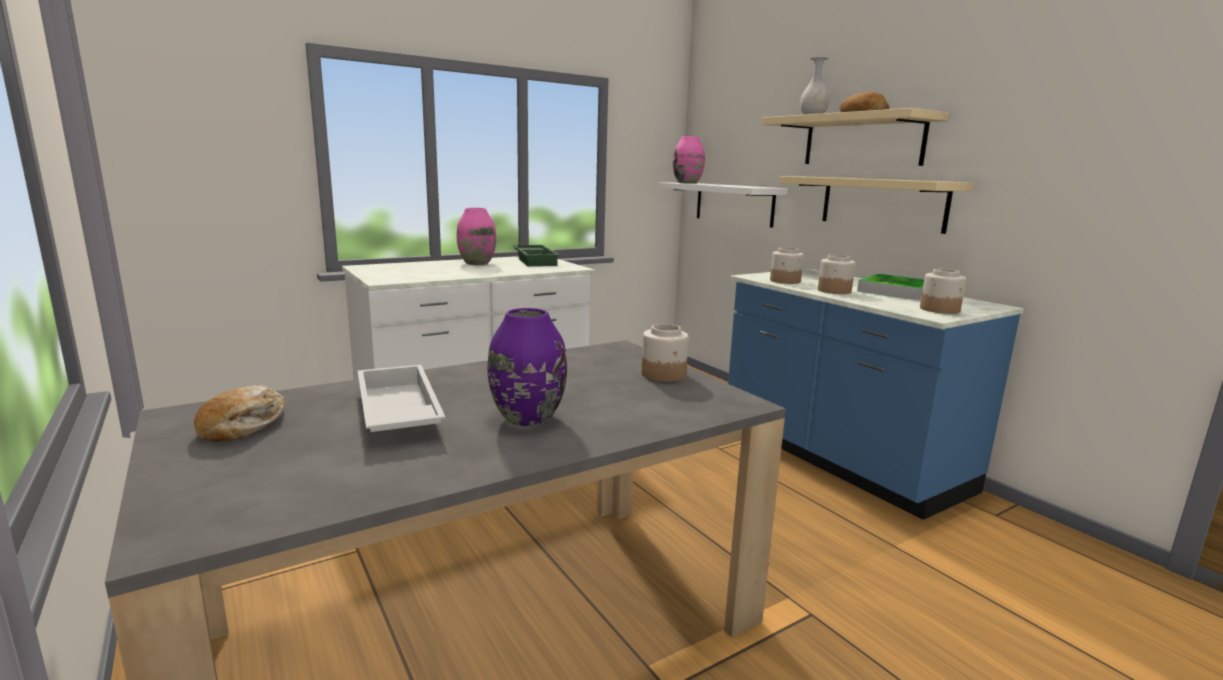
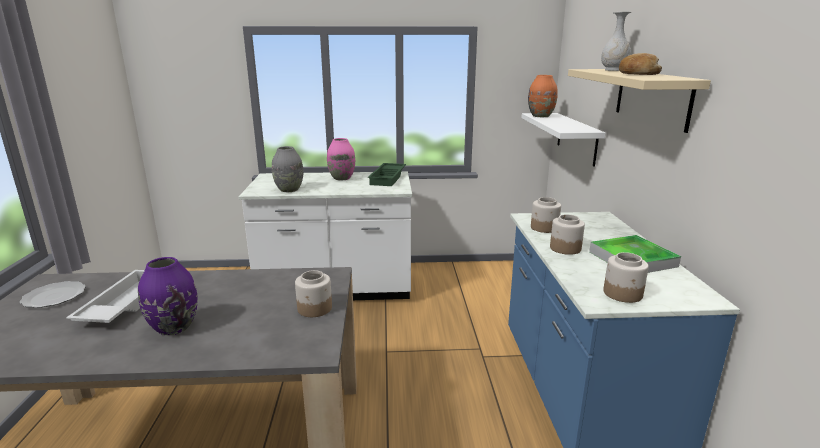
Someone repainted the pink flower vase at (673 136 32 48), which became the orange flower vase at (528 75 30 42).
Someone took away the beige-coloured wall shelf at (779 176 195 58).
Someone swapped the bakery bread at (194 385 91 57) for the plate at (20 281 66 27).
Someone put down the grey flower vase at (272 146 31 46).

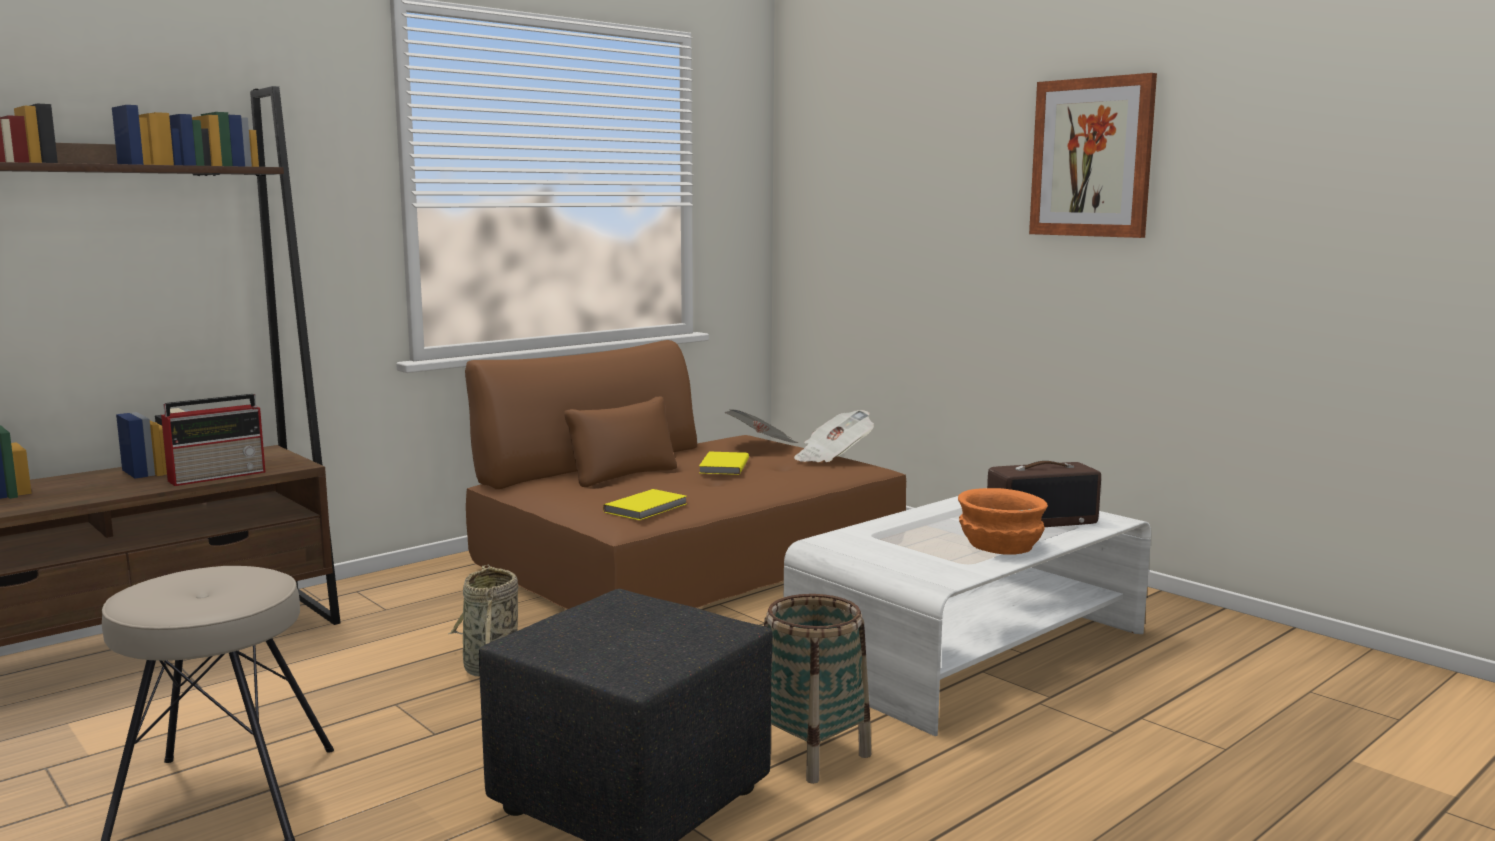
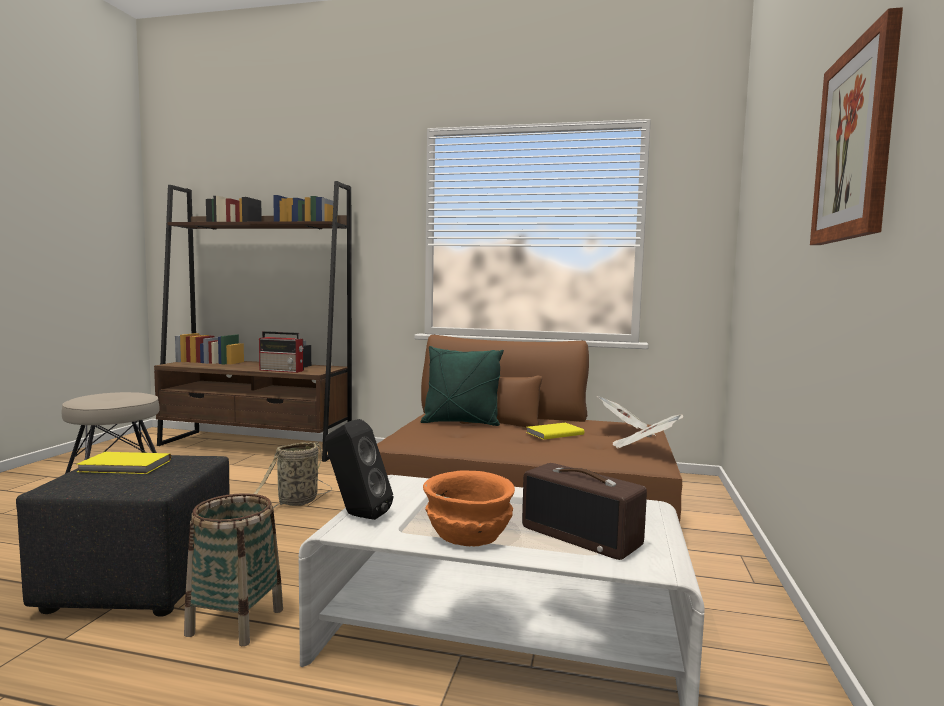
Someone carried the yellowish book from (603 489 84 31) to (77 452 94 22).
Someone put down the green-coloured throw pillow at (421 346 83 80).
Someone put down the blackish audio speaker at (325 419 68 101).

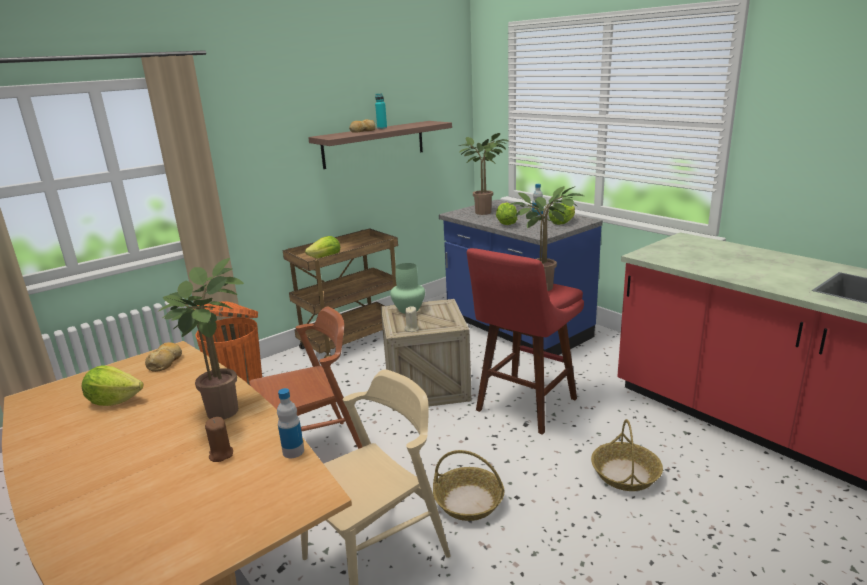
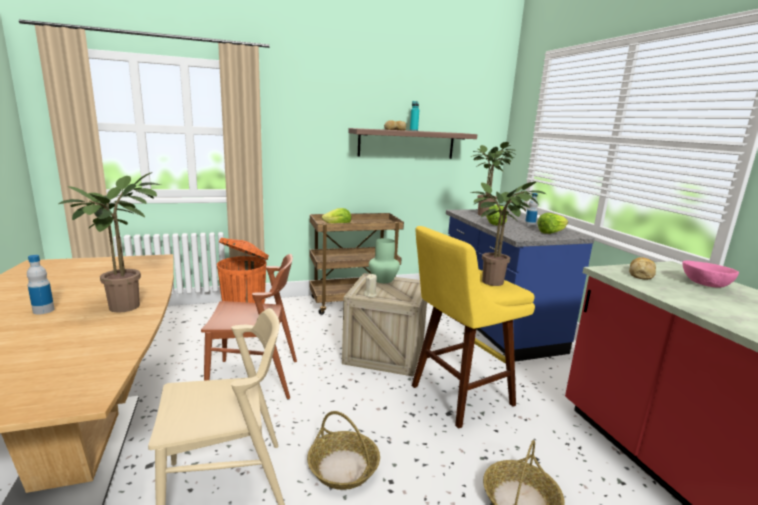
Someone repainted the red-coloured stool seat at (467 248 117 187), which became the yellowish stool seat at (412 226 123 203).
Someone carried the bakery bread from (145 342 37 30) to (629 257 27 23).
Someone took away the lettuce at (82 365 62 41).
Someone carried the beverage bottle from (277 388 27 70) to (27 255 28 59).
Someone took away the brownish candle at (205 417 28 45).
Someone put down the pink serving bowl at (682 261 57 27).

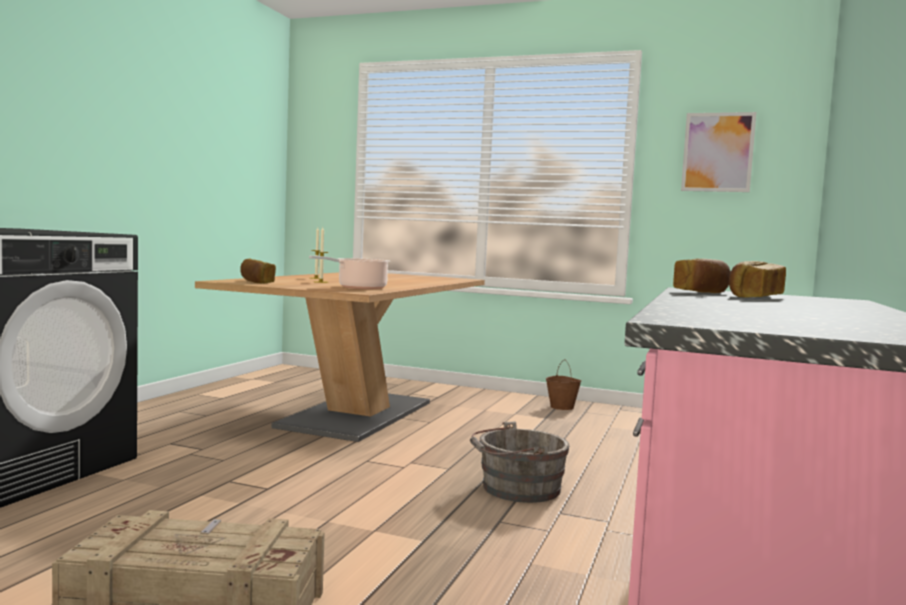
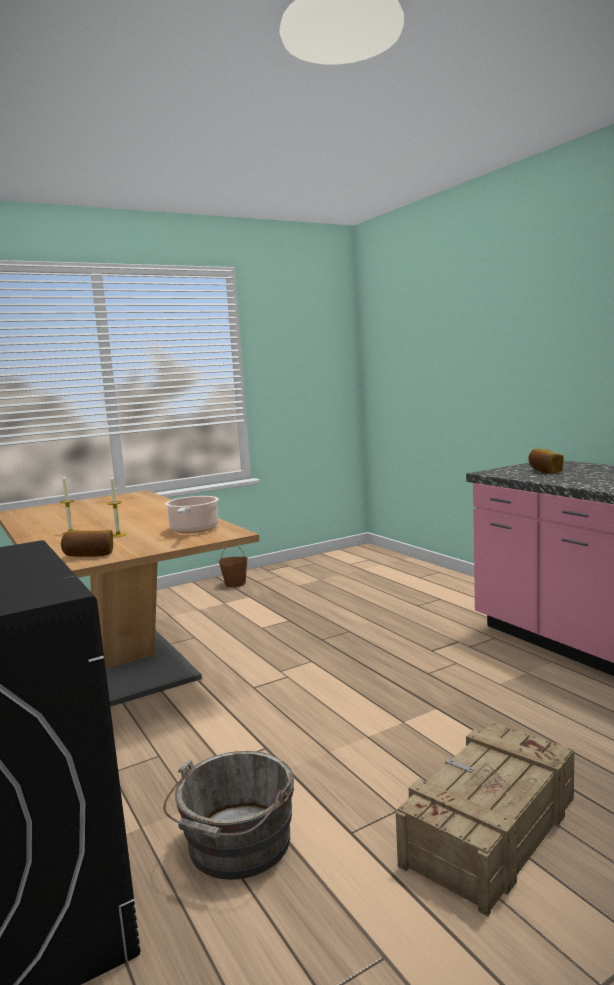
Someone took away the wall art at (681 112 75 80).
Someone took away the bakery bread at (673 259 57 34).
Someone carried the grey pail from (470 422 99 81) to (163 751 131 129).

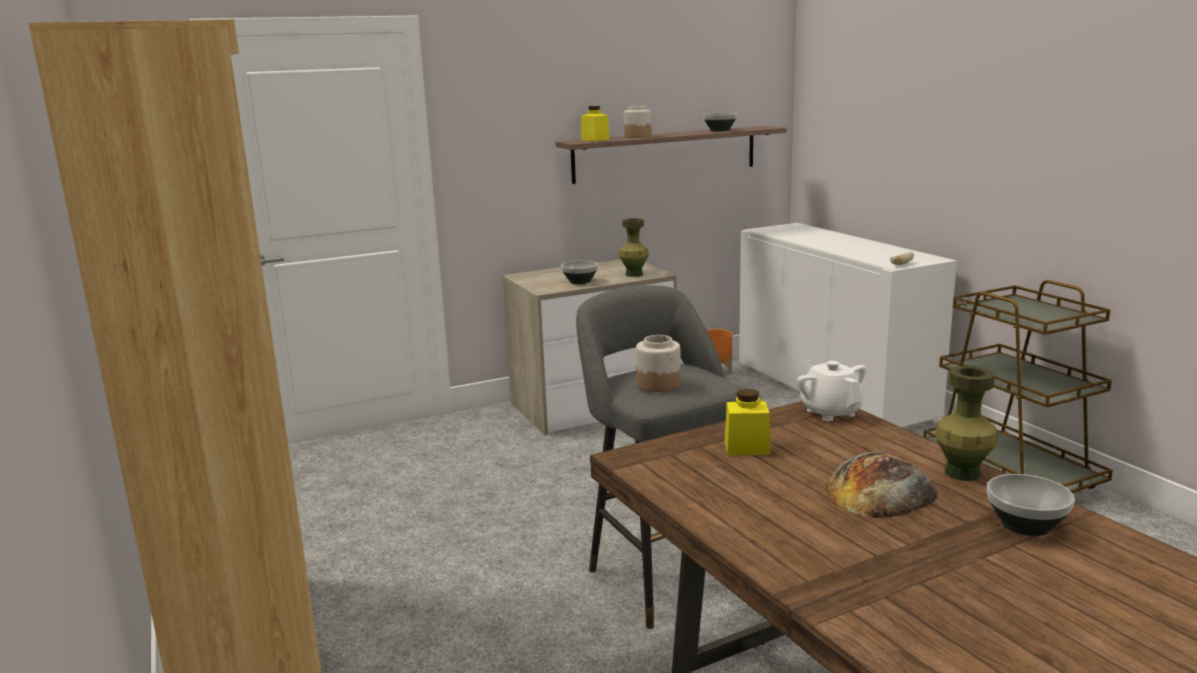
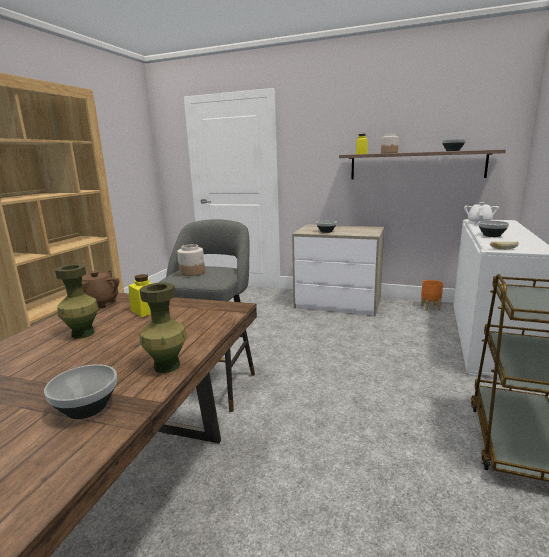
Someone carried the green-coloured flower vase from (619 218 30 59) to (55 264 43 75).
Someone carried the white pot for tea from (797 360 69 61) to (464 202 35 22).
Someone took away the bakery bread at (824 452 114 66).
Someone put down the serving bowl at (478 221 31 16).
Someone put down the brownish pot for tea at (82 271 37 37).

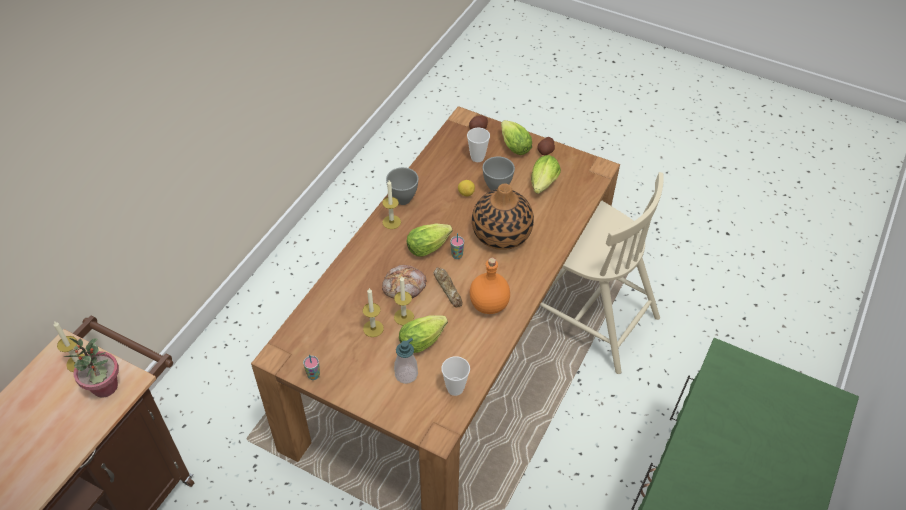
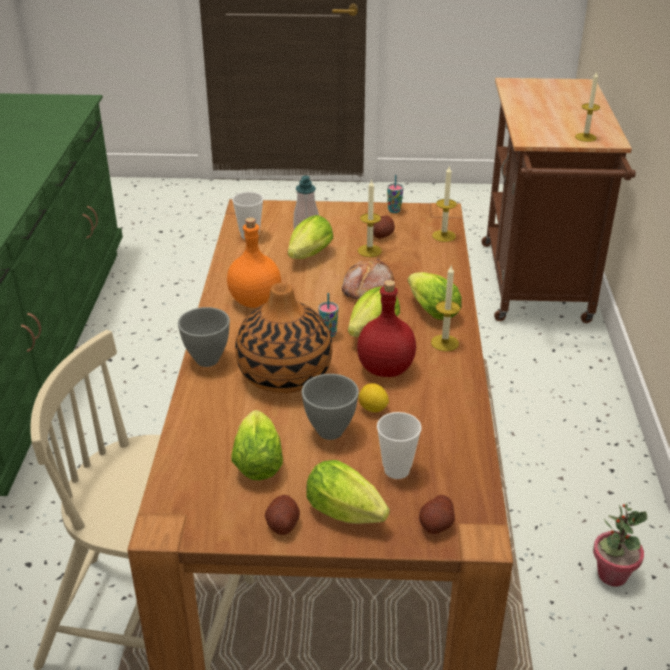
Someone carried the grey serving bowl from (386 167 33 38) to (178 307 52 60).
Someone took away the bakery bread at (433 267 30 41).
Someone carried the candle from (394 277 20 48) to (432 165 25 77).
Someone carried the houseplant from (64 338 55 60) to (593 504 54 82).
Someone put down the potato at (373 216 22 22).
Someone put down the lettuce at (408 272 54 48).
Someone put down the red-coloured beverage bottle at (357 280 59 97).

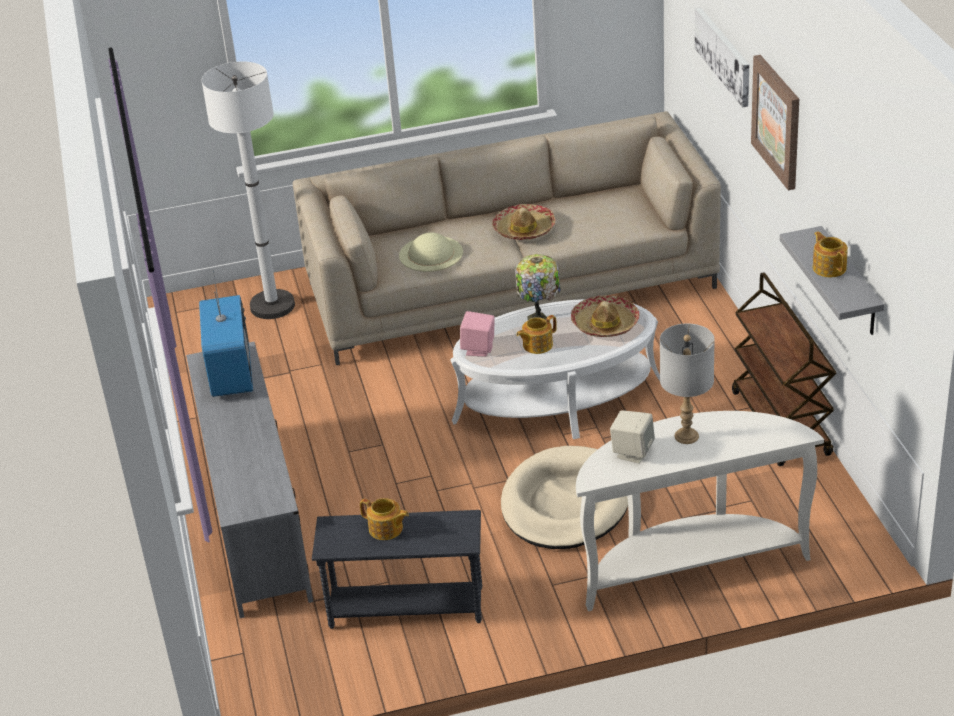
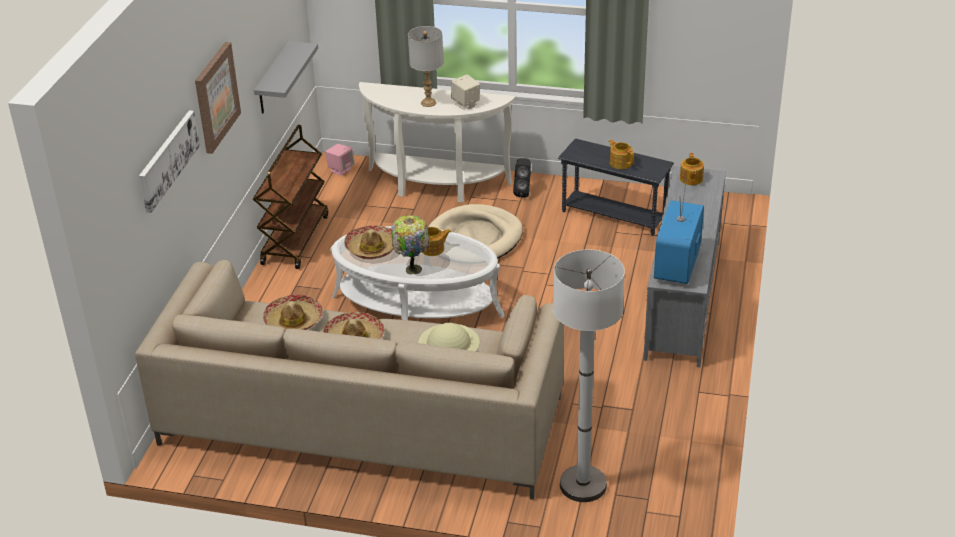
Someone carried the pot for tea from (813 231 35 46) to (680 153 24 32).
Someone carried the pink audio speaker from (460 311 35 46) to (325 144 30 32).
Someone put down the blackish audio speaker at (513 158 18 40).
Someone put down the hat at (263 295 60 35).

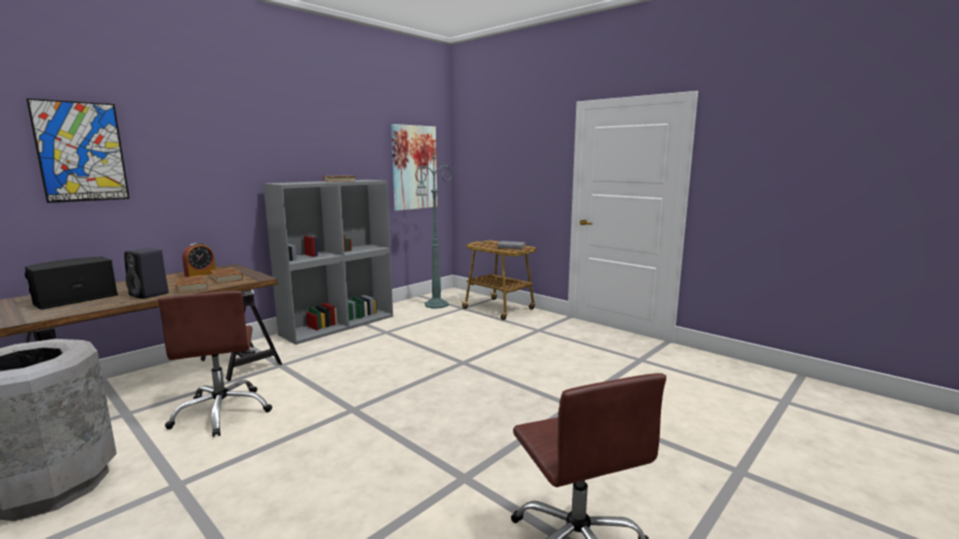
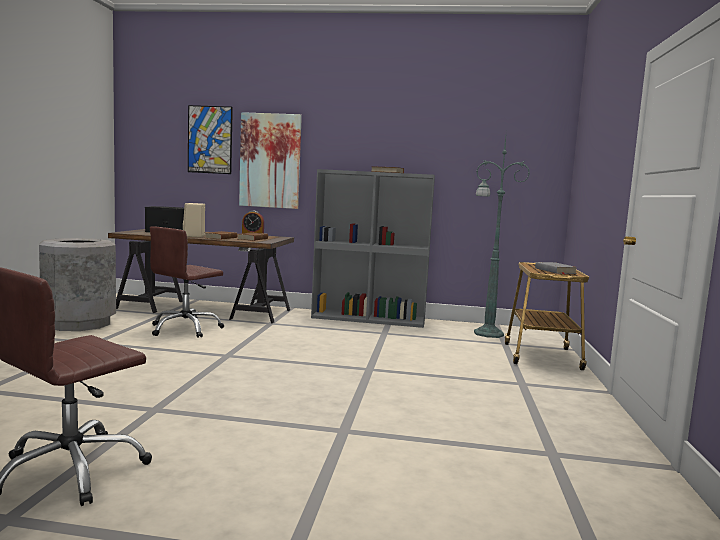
Someone carried the wall art from (391 124 46 87) to (239 112 63 97).
Someone repainted the blackish audio speaker at (124 248 45 51), which became the beige-coloured audio speaker at (183 203 22 34).

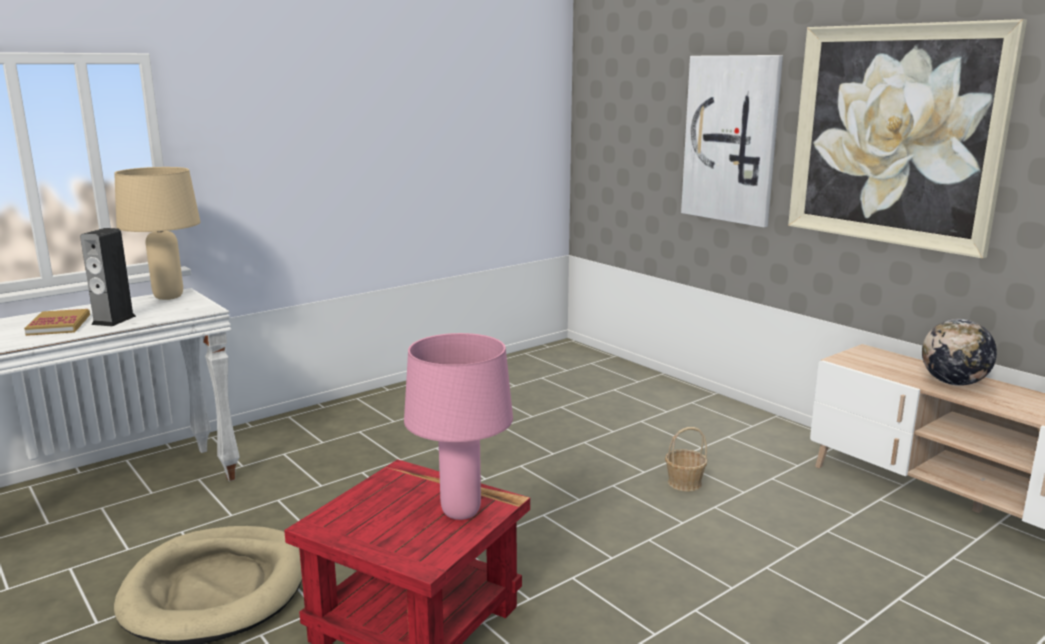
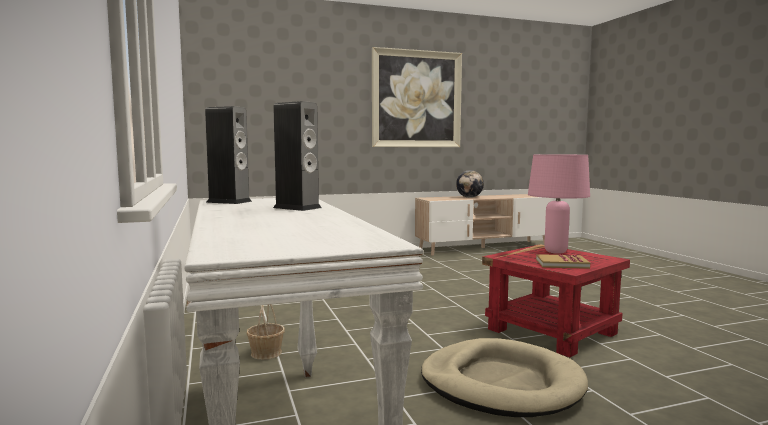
Someone took away the wall art at (681 55 102 172).
Someone swapped the beige-coloured table lamp at (114 167 87 133) for the audio speaker at (205 106 47 98).
Someone carried the book from (24 309 66 27) to (536 254 54 15).
Someone carried the household basket from (665 427 43 65) to (246 304 39 56).

